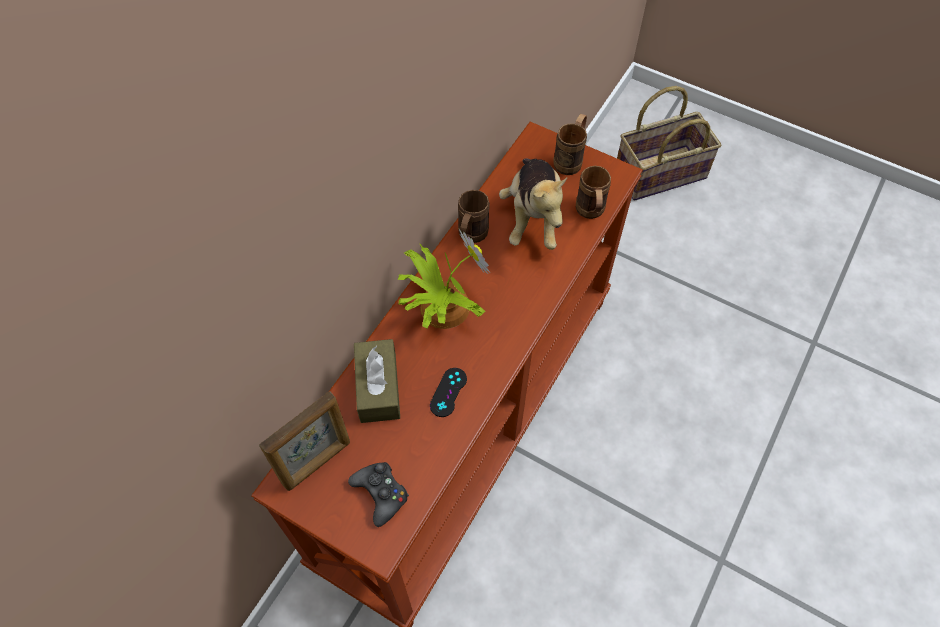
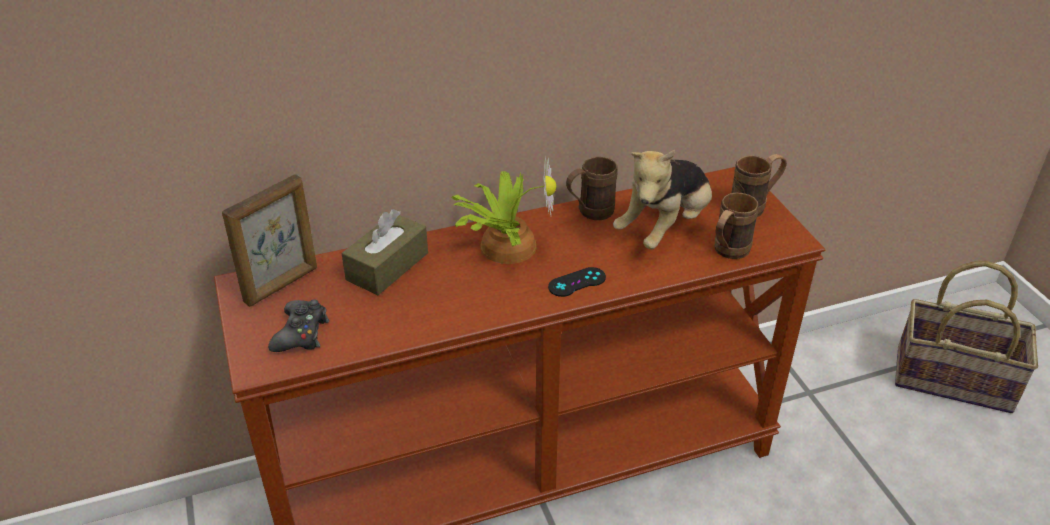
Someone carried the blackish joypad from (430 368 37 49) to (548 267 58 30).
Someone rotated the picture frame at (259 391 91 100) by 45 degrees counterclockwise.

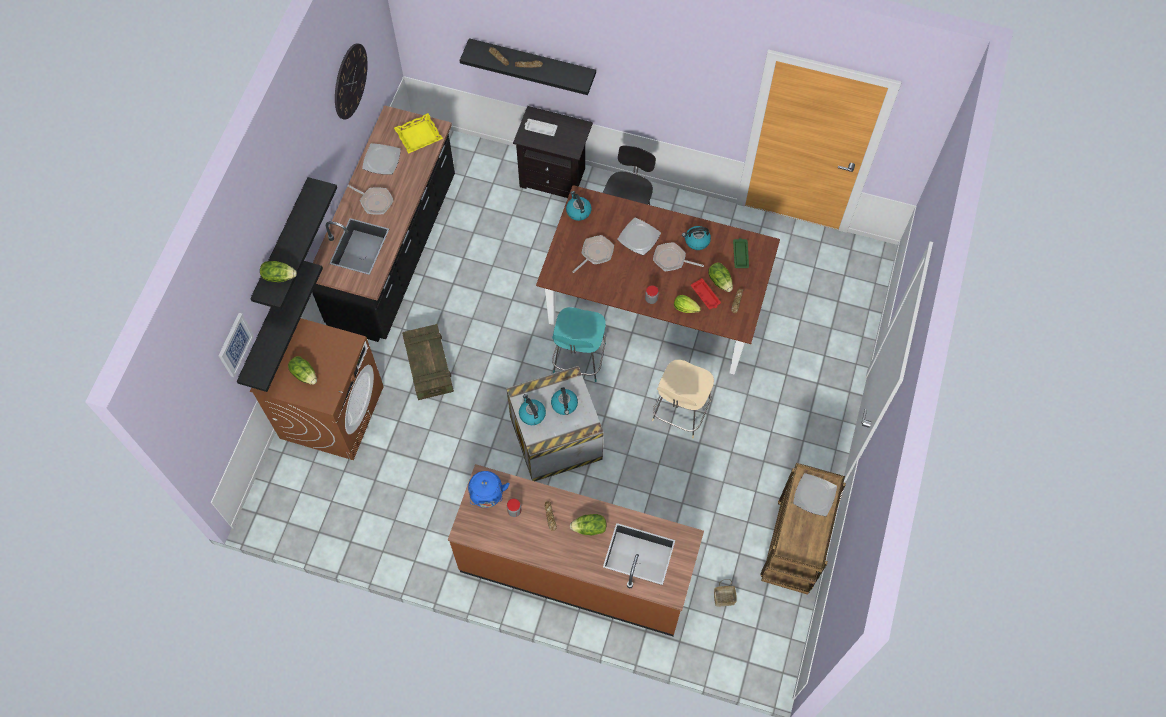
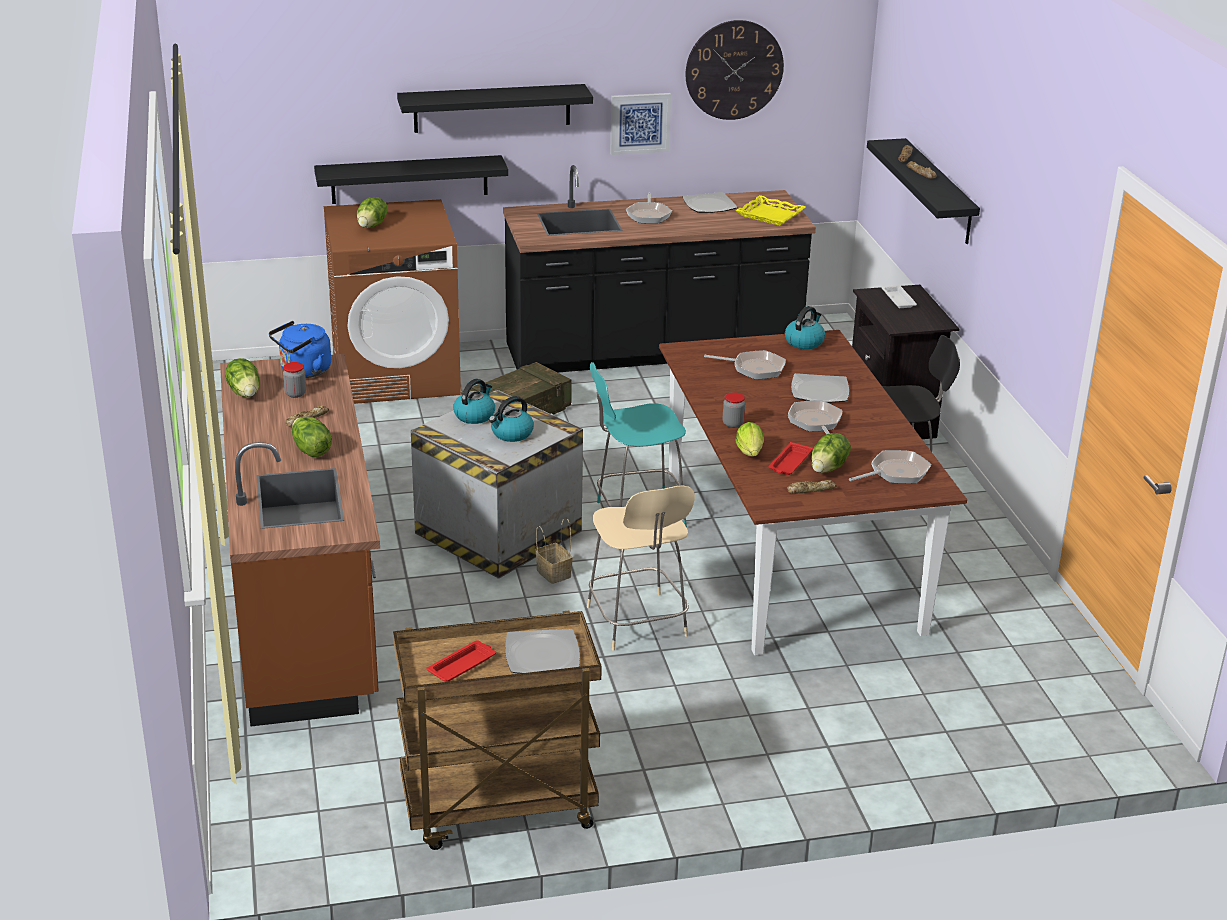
Someone took away the tea kettle at (682 226 29 24).
Someone swapped the green-coloured carrying tray at (733 238 16 30) for the pan at (849 450 82 34).
Someone carried the lettuce from (260 261 37 21) to (225 358 35 39).
Someone carried the wall art from (218 313 36 65) to (610 93 61 62).
Someone rotated the beige-coloured chair at (652 360 62 78) by 105 degrees counterclockwise.
Someone carried the household basket from (714 579 23 27) to (535 517 38 67).
Someone put down the red-coloured carrying tray at (426 640 70 42).

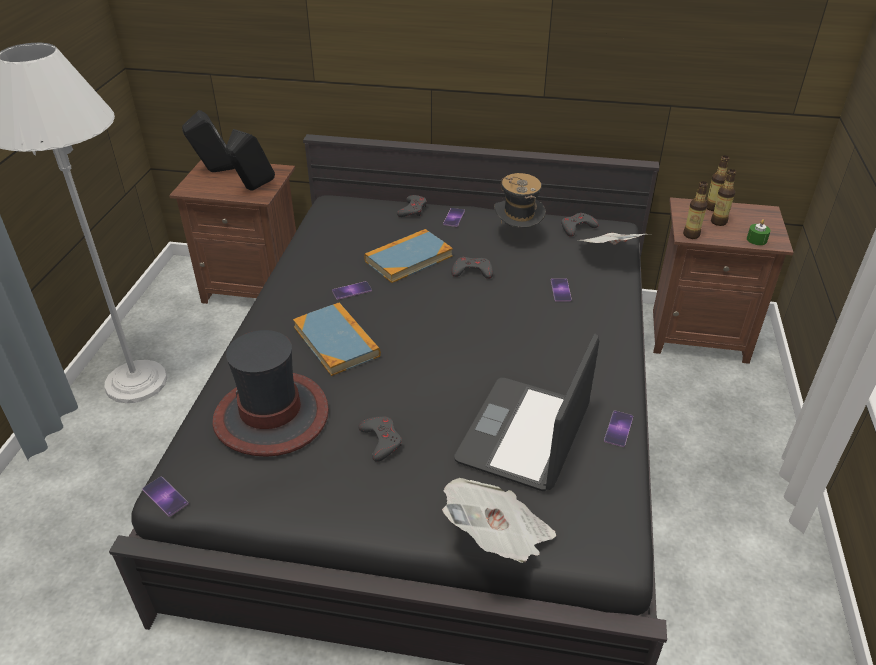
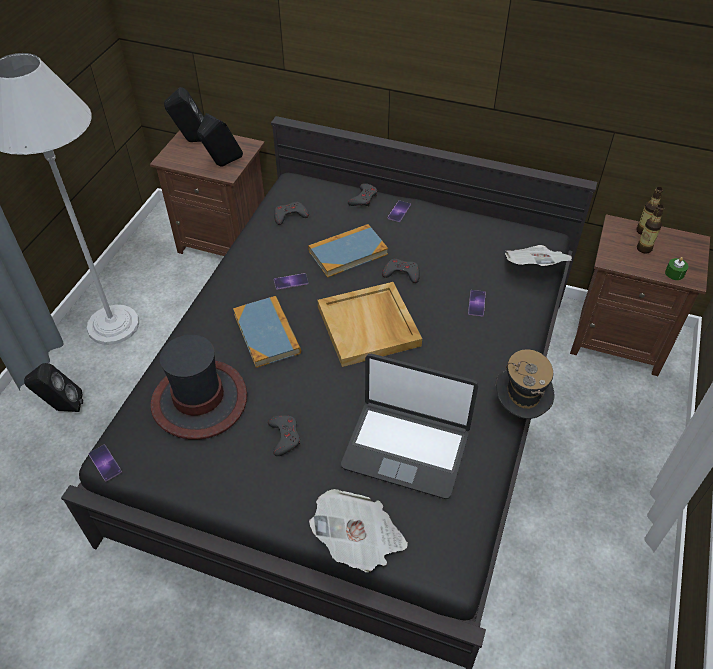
Someone carried the hat from (494 173 52 55) to (496 349 59 70).
Someone took away the beverage bottle at (683 181 25 58).
Someone carried the grey joypad from (561 213 38 24) to (274 202 35 23).
Someone rotated the notebook computer at (454 334 145 157) by 105 degrees counterclockwise.
Someone took away the handset at (604 410 29 37).
Someone put down the beige-coloured carrying tray at (317 282 105 85).
Someone put down the blackish audio speaker at (24 363 59 49).

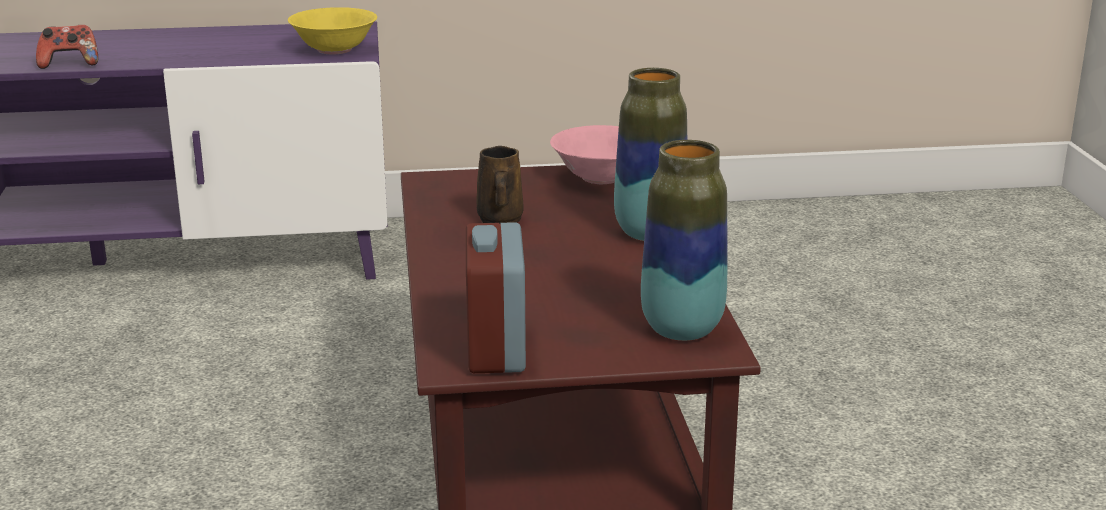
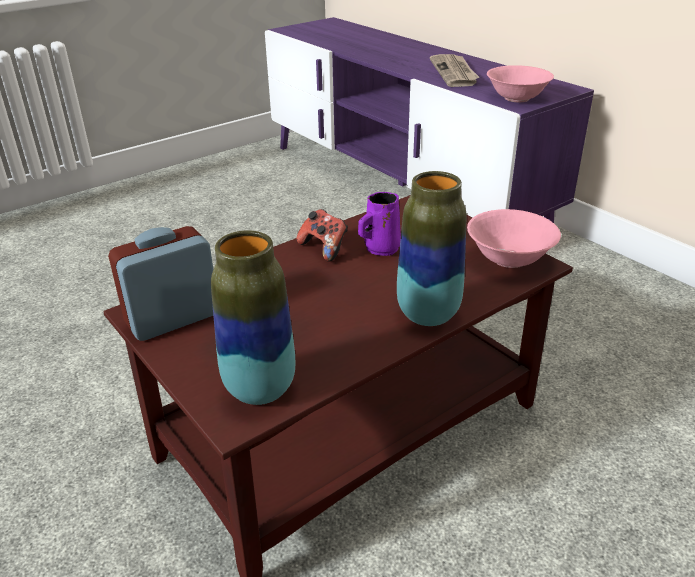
Someone repainted the yellowish serving bowl at (288 7 89 47), which became the pink serving bowl at (487 65 67 37).
Someone carried the joypad from (36 25 62 44) to (296 209 52 53).
Someone repainted the brownish tea mug at (476 146 48 78), which became the purple-coloured tea mug at (358 192 43 64).
Someone put down the printed paper at (430 54 49 33).

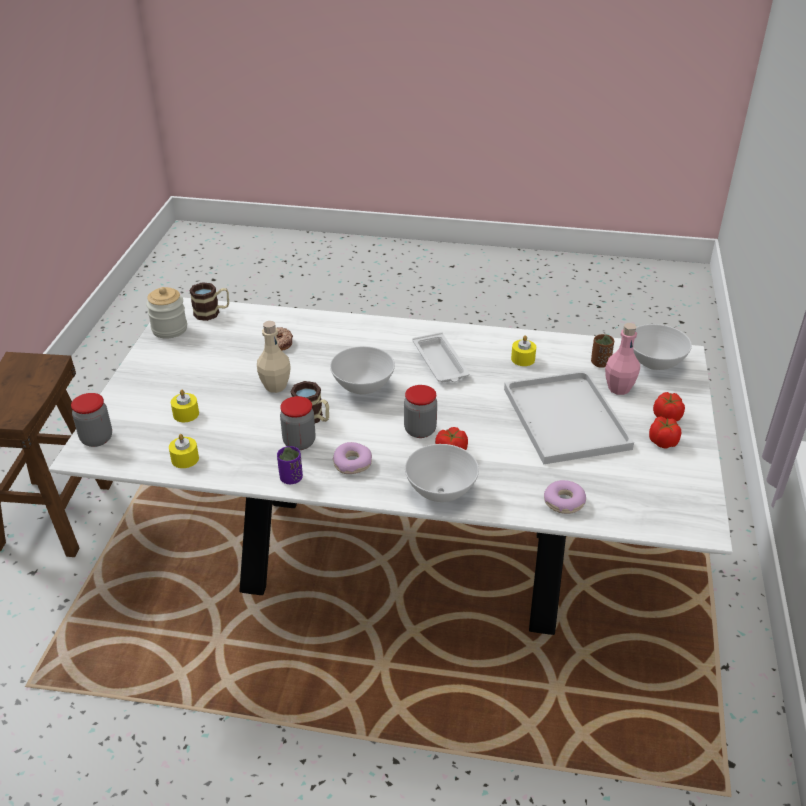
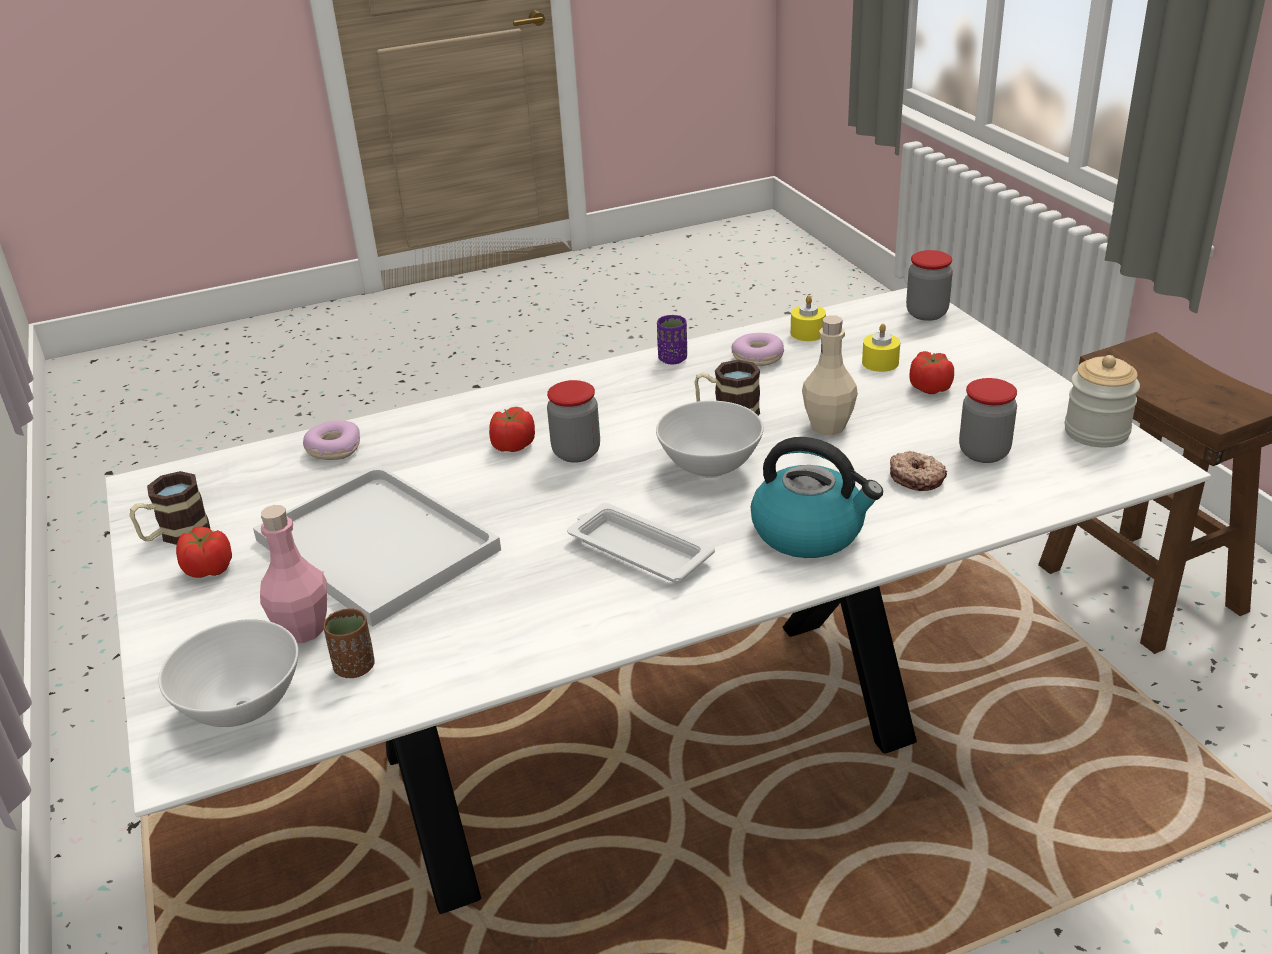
Someone carried the tea mug from (189 282 40 39) to (130 471 80 74).
Someone took away the yellowish candle at (511 335 25 31).
Someone carried the whole tomato from (653 392 32 29) to (910 351 44 43).
Someone carried the jar from (280 396 36 54) to (959 378 58 85).
Someone carried the ring doughnut from (332 442 40 32) to (732 333 52 33).
Someone took away the white serving bowl at (405 444 74 58).
Someone put down the tea kettle at (751 437 132 121).

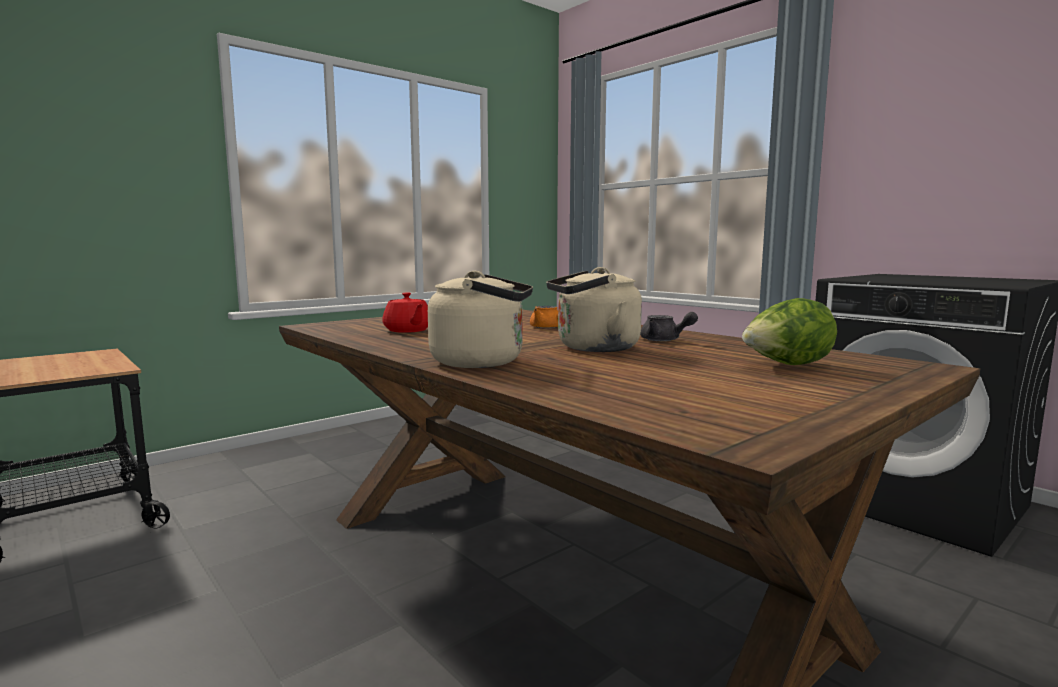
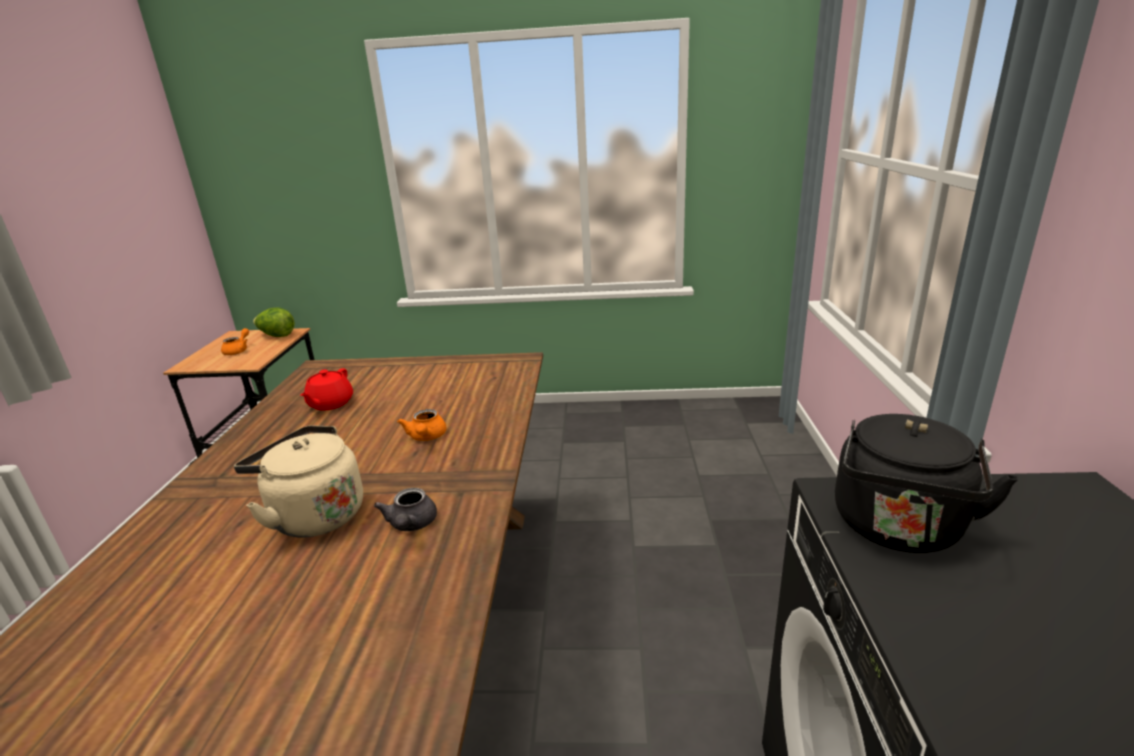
Someone took away the beige-coloured tea kettle at (428 271 105 97).
Someone carried the lettuce from (742 298 95 67) to (253 307 42 30).
Someone put down the orange pot for tea at (221 328 28 27).
Someone put down the blackish tea kettle at (835 414 183 139).

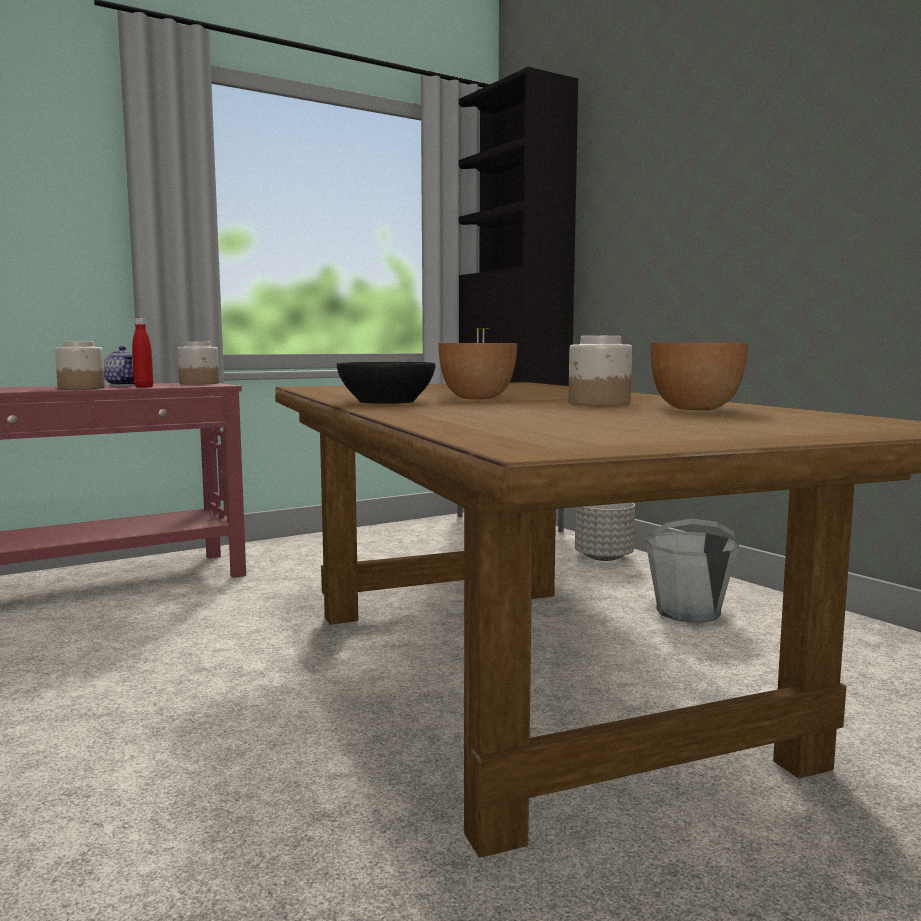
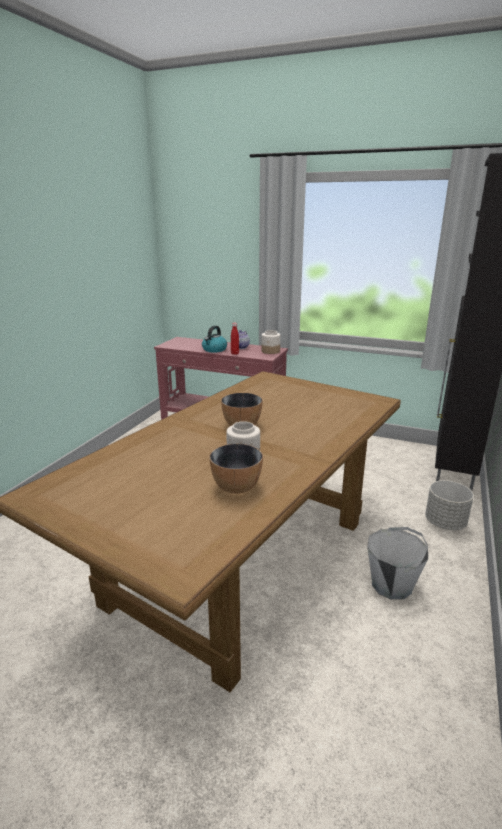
Someone swapped the jar at (55 341 50 49) for the tea kettle at (202 326 25 26).
Someone took away the blackish serving bowl at (337 362 99 42).

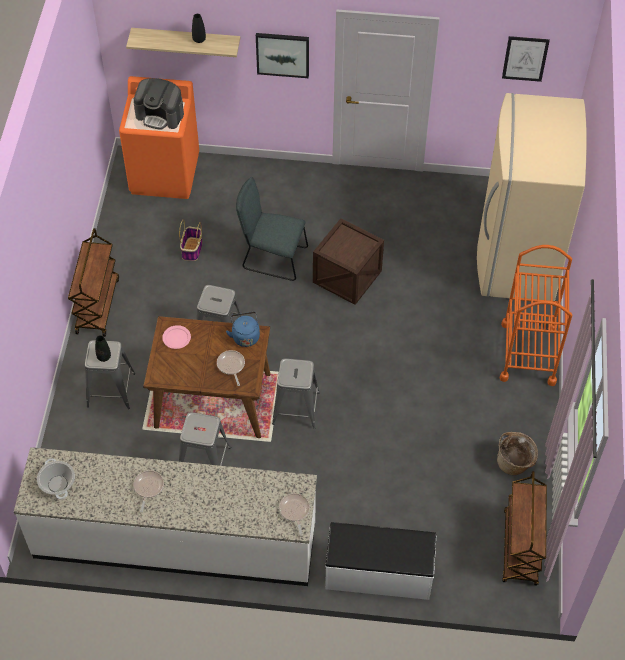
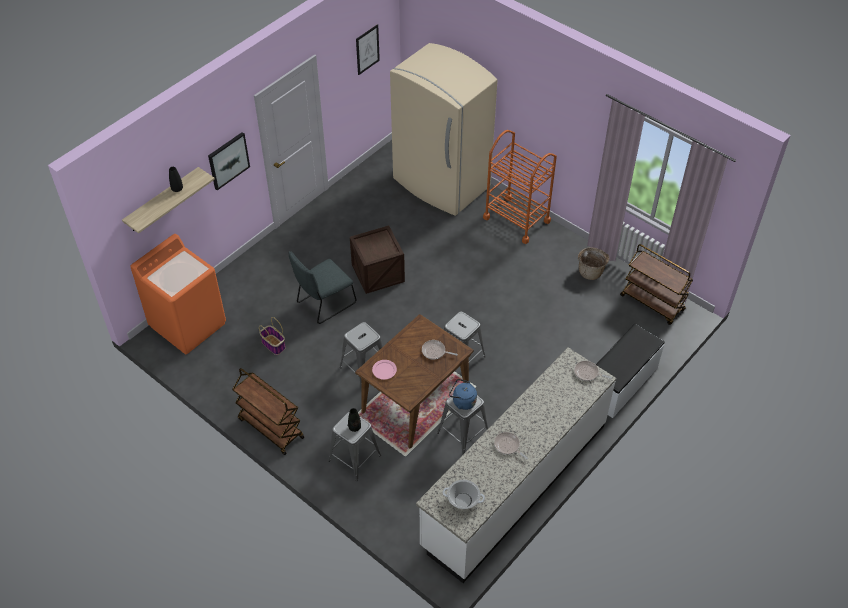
Someone took away the coffee brewer at (134 78 50 52).
Someone carried the bluish tea kettle from (226 312 34 35) to (449 379 28 31).

